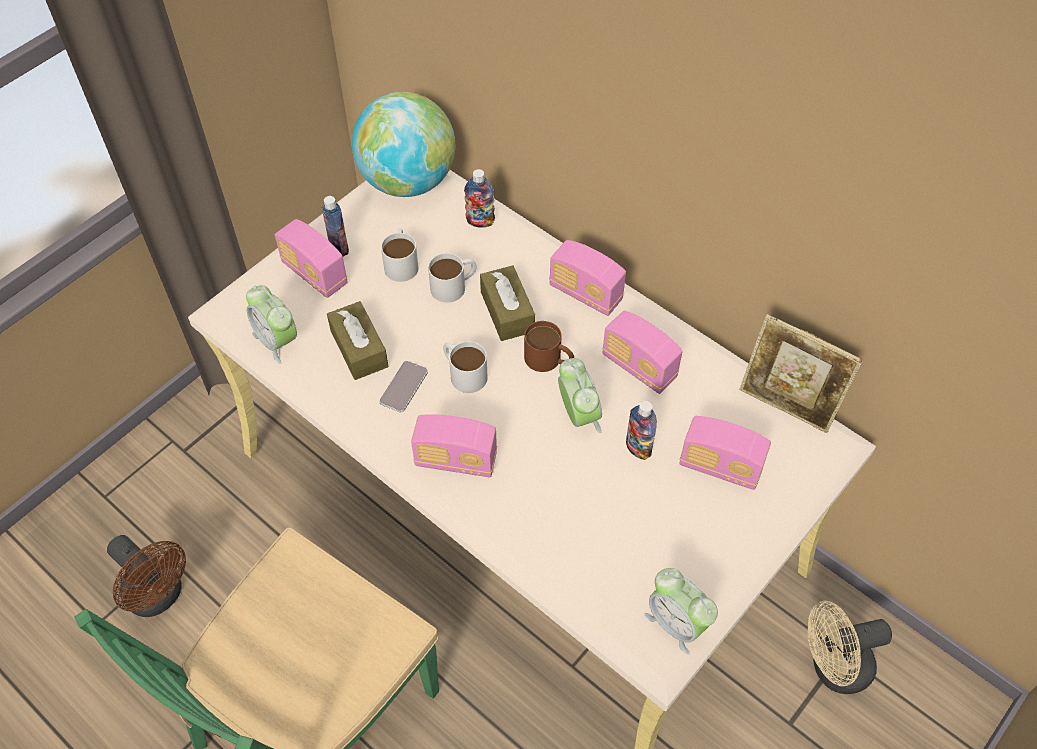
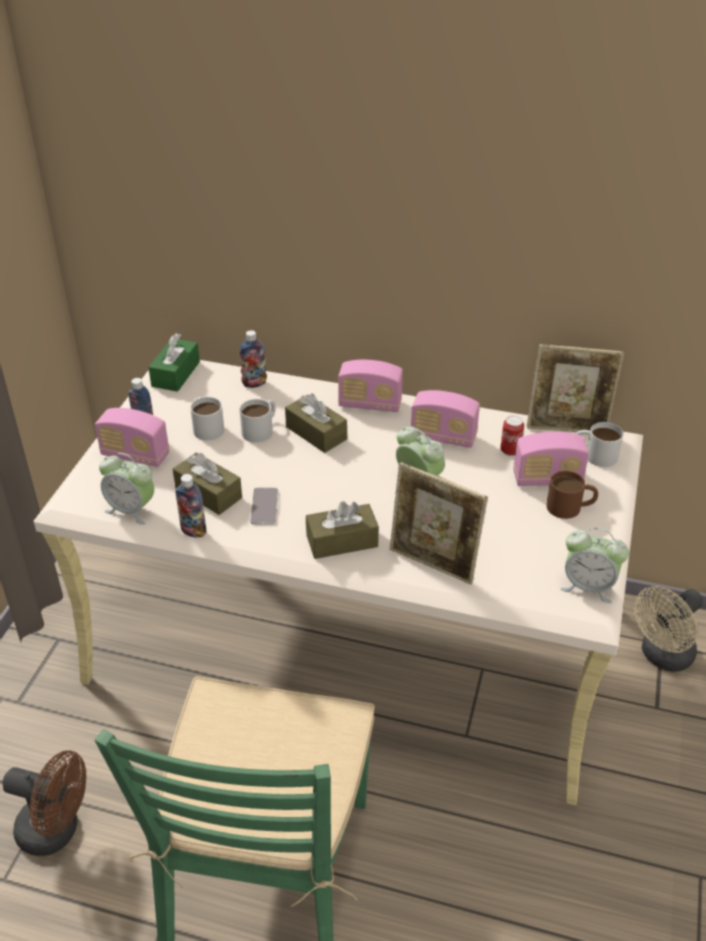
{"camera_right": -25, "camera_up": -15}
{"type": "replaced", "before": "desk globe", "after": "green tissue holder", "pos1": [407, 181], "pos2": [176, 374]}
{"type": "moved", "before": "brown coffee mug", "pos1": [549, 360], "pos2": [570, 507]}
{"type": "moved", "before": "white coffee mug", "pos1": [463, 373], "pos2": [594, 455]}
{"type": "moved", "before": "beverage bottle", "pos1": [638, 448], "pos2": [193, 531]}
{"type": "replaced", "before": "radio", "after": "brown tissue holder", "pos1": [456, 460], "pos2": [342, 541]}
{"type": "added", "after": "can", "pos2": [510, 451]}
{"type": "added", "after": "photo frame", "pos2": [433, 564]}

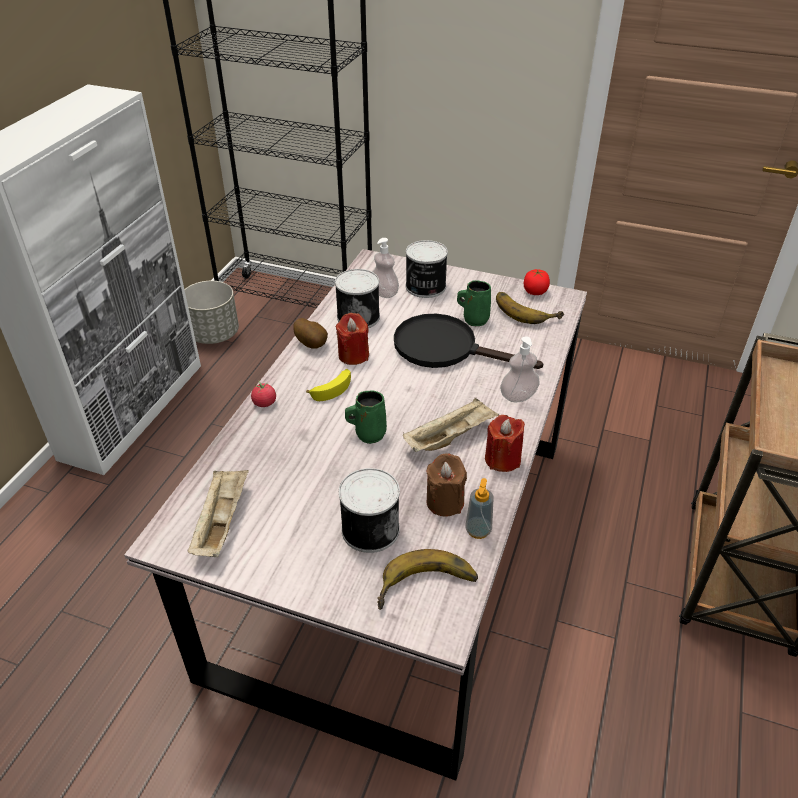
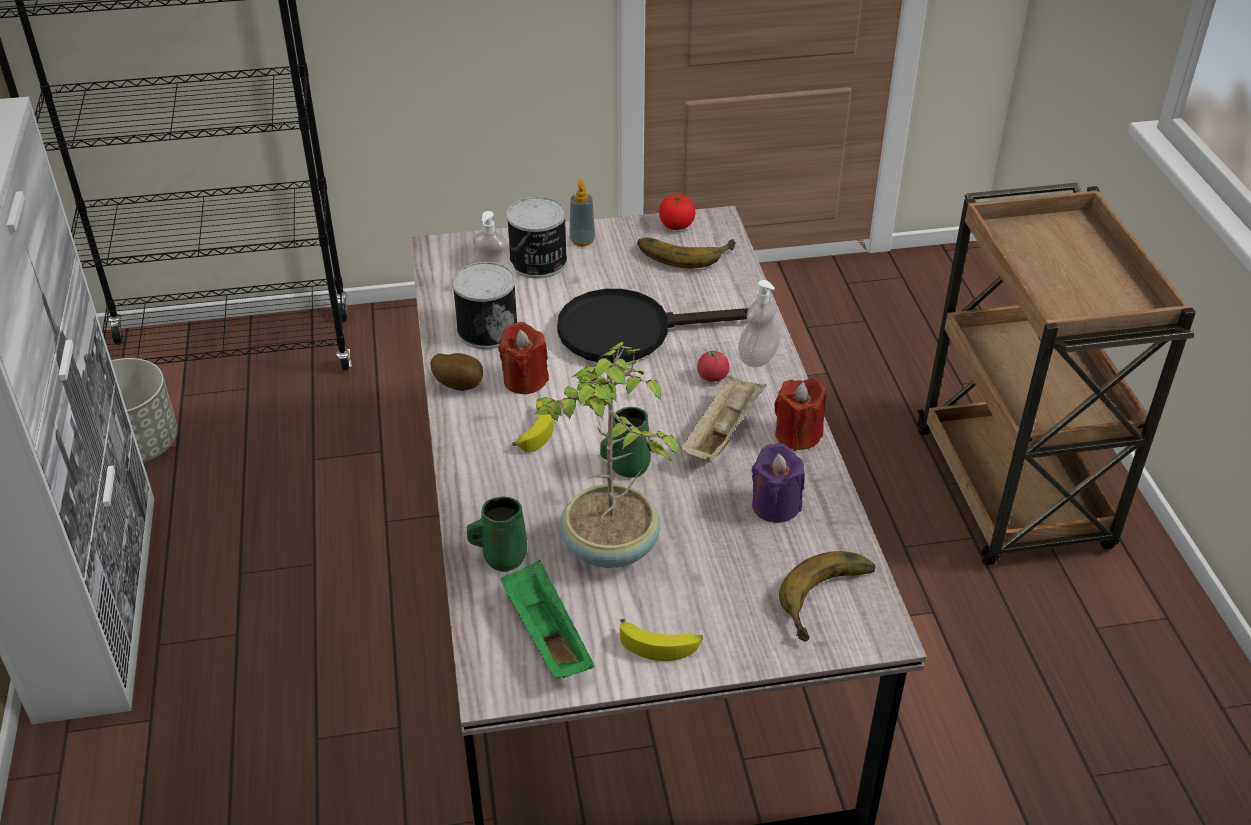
{"camera_right": -30, "camera_up": 0}
{"type": "moved", "before": "green coffee mug", "pos1": [474, 319], "pos2": [502, 557]}
{"type": "moved", "before": "whole tomato", "pos1": [264, 403], "pos2": [712, 377]}
{"type": "recoloured", "before": "brown wax light", "after": "purple wax light", "pos1": [445, 502], "pos2": [775, 505]}
{"type": "removed", "before": "can", "pos1": [369, 528]}
{"type": "recoloured", "before": "sand-coloured carrying tray", "after": "green carrying tray", "pos1": [221, 522], "pos2": [545, 635]}
{"type": "moved", "before": "soap bottle", "pos1": [478, 530], "pos2": [582, 240]}
{"type": "added", "after": "plant in a pot", "pos2": [609, 549]}
{"type": "added", "after": "banana", "pos2": [660, 644]}

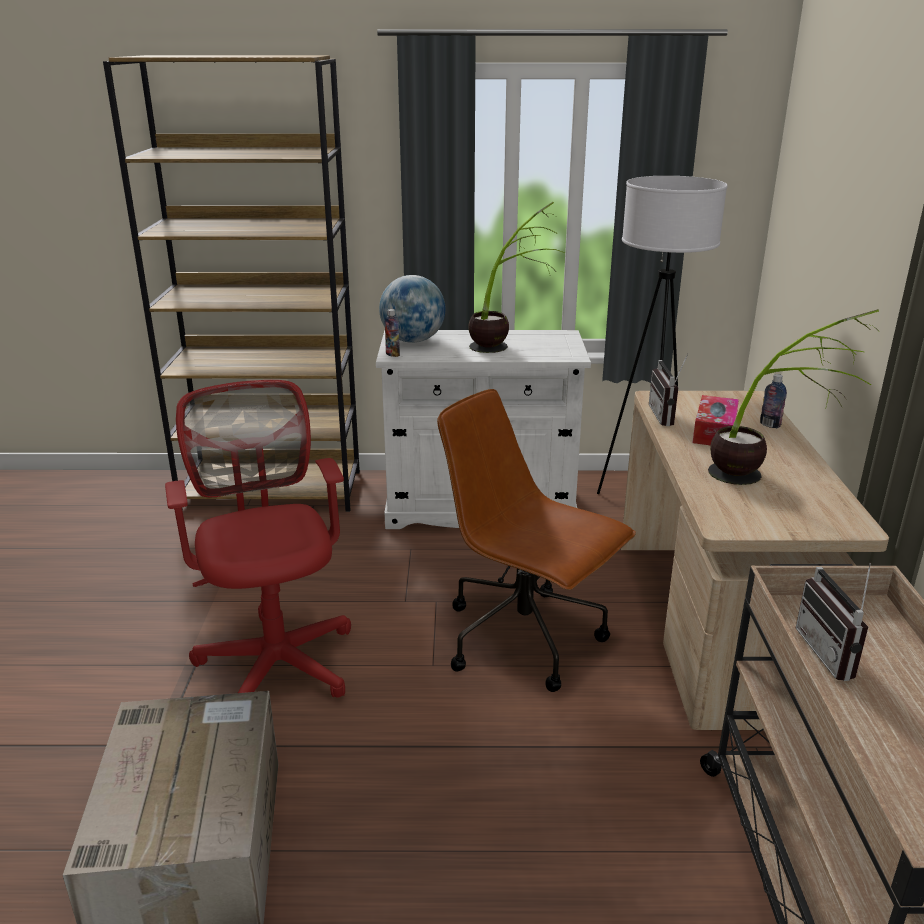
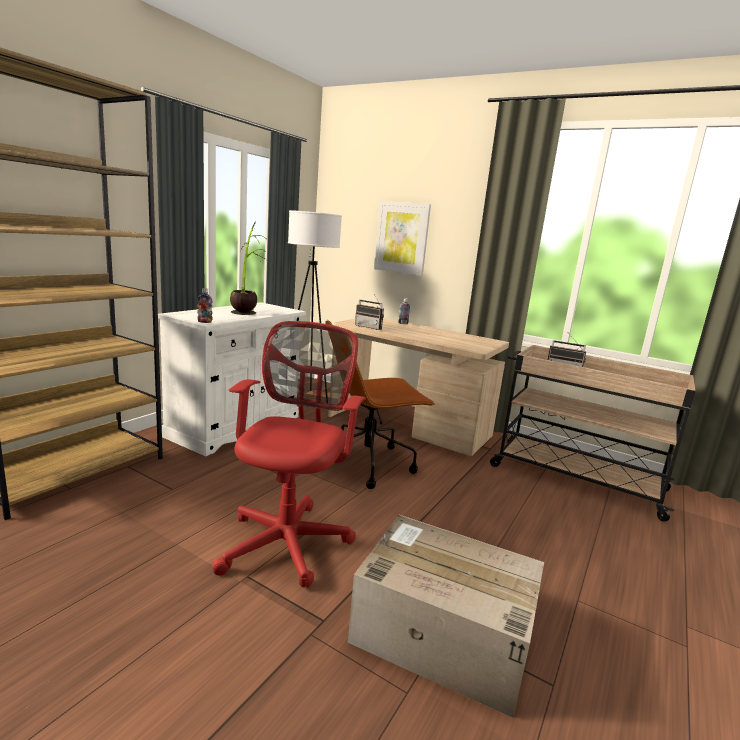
{"camera_right": -60, "camera_up": -10}
{"type": "removed", "before": "desk globe", "pos1": [413, 341]}
{"type": "removed", "before": "plant in a pot", "pos1": [767, 478]}
{"type": "turned", "before": "reddish desk chair", "pos1": [276, 660], "pos2": [288, 540], "turn": 90}
{"type": "removed", "before": "tissue holder", "pos1": [714, 431]}
{"type": "added", "after": "wall art", "pos2": [402, 238]}

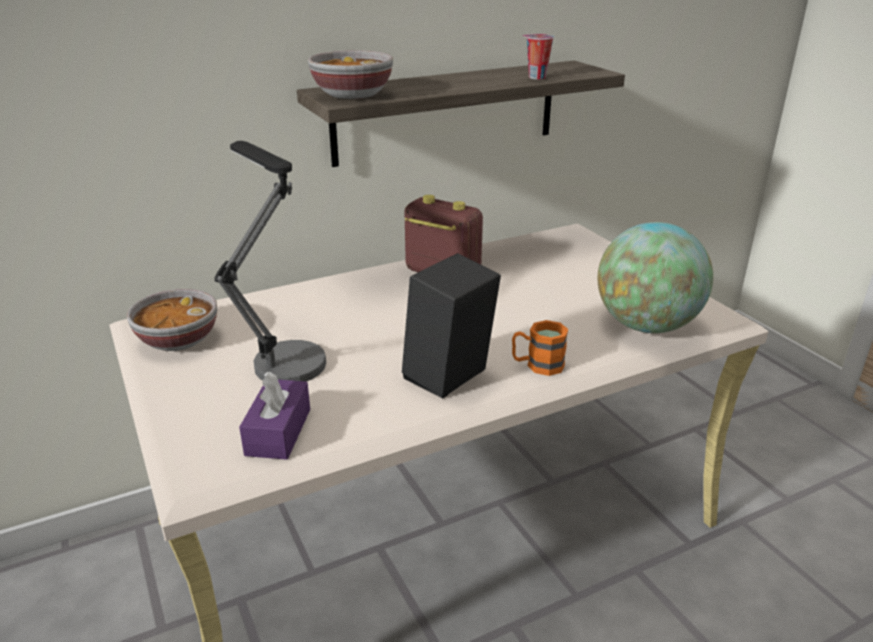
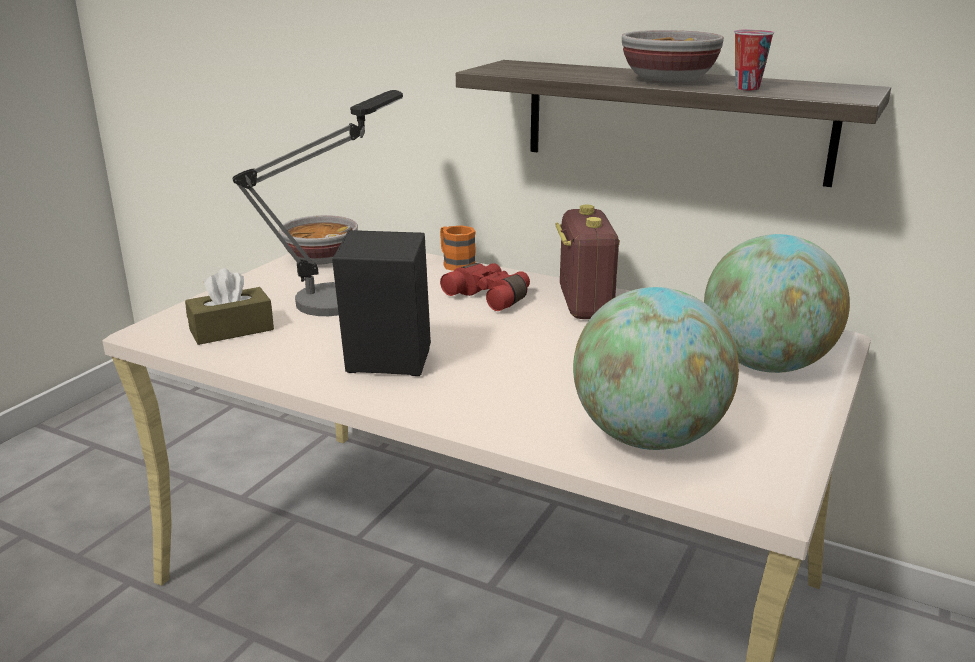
{"camera_right": 55, "camera_up": -5}
{"type": "moved", "before": "deep dish", "pos1": [352, 95], "pos2": [667, 80]}
{"type": "moved", "before": "orange coffee mug", "pos1": [537, 365], "pos2": [455, 263]}
{"type": "recoloured", "before": "purple tissue holder", "after": "brown tissue holder", "pos1": [278, 432], "pos2": [231, 330]}
{"type": "added", "after": "desk globe", "pos2": [766, 365]}
{"type": "added", "after": "reddish binoculars", "pos2": [491, 297]}

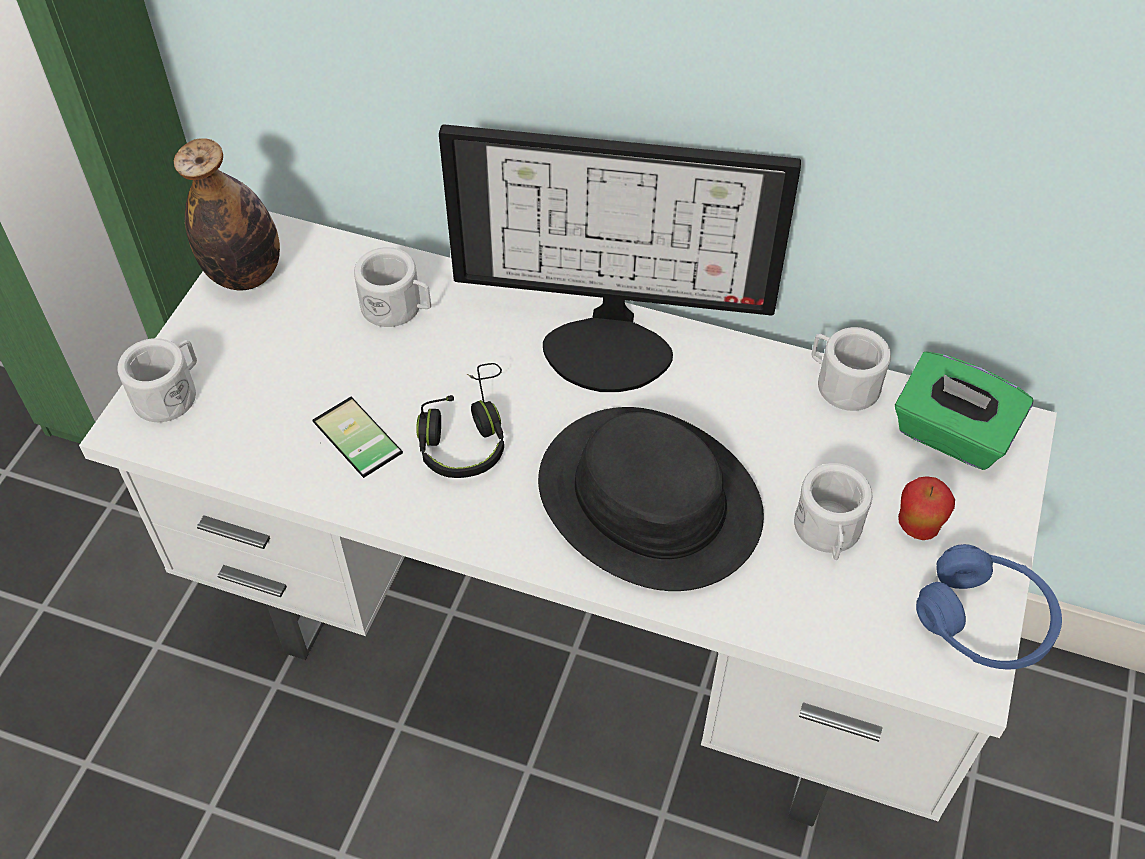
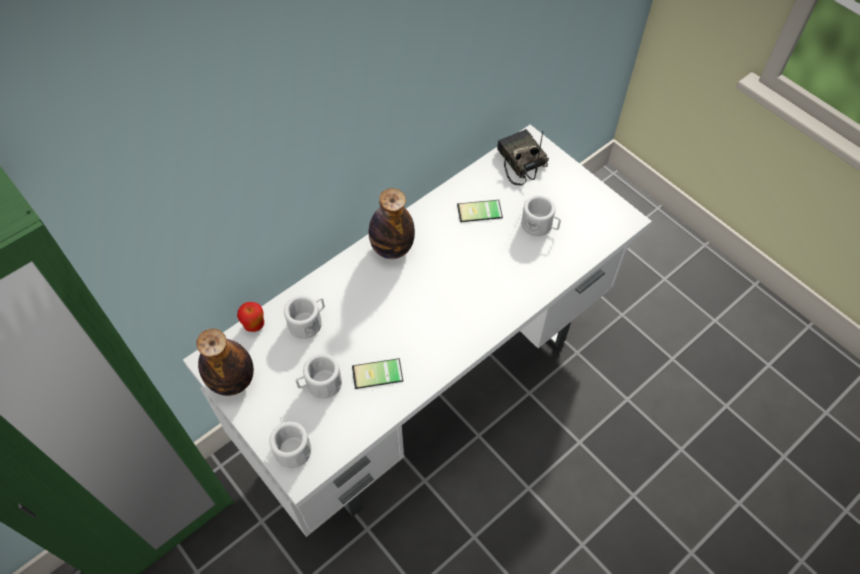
{"camera_right": -60, "camera_up": 5}
{"type": "replaced", "before": "computer screen", "after": "beverage bottle", "pos1": [611, 343], "pos2": [392, 248]}
{"type": "moved", "before": "white coffee mug", "pos1": [842, 383], "pos2": [320, 384]}
{"type": "replaced", "before": "green tissue holder", "after": "radio", "pos1": [951, 435], "pos2": [519, 161]}
{"type": "removed", "before": "black headset", "pos1": [465, 435]}
{"type": "removed", "before": "black clothing hat", "pos1": [648, 500]}
{"type": "moved", "before": "whole apple", "pos1": [917, 526], "pos2": [254, 325]}
{"type": "removed", "before": "blue-coloured headset", "pos1": [984, 621]}
{"type": "added", "after": "phone", "pos2": [480, 213]}

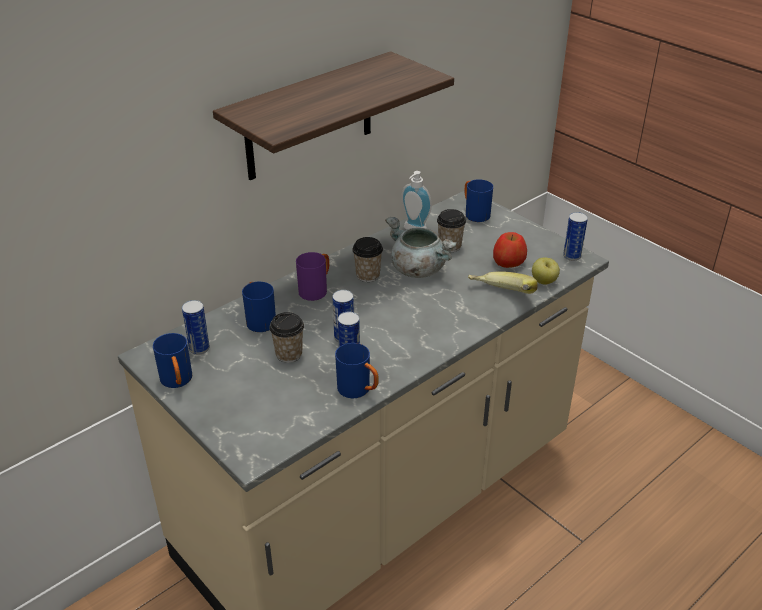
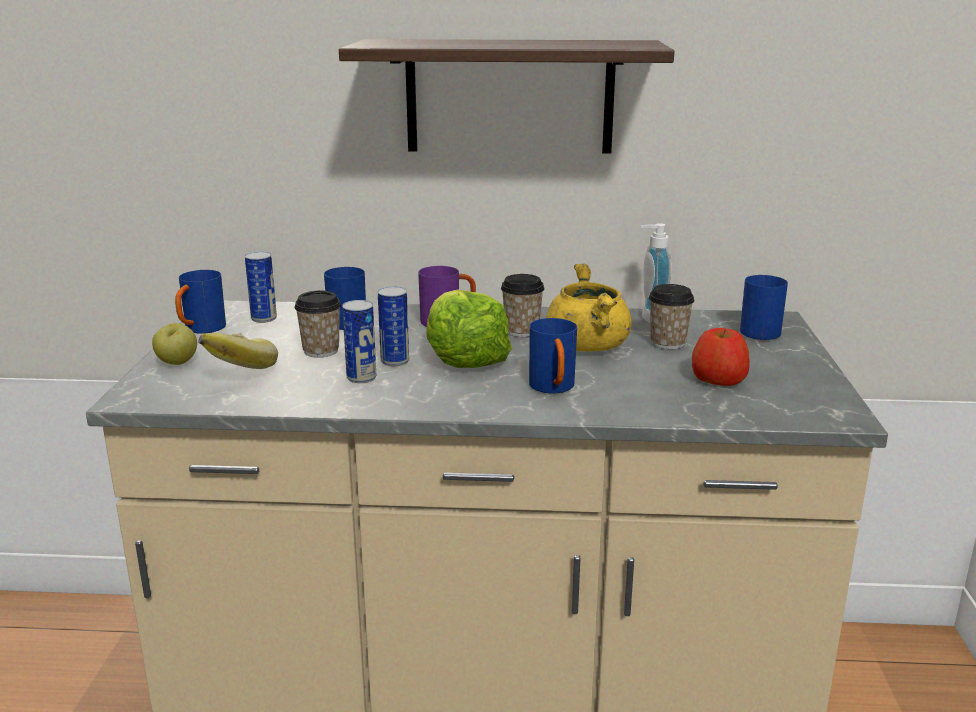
{"camera_right": 45, "camera_up": -15}
{"type": "removed", "before": "can", "pos1": [572, 256]}
{"type": "recoloured", "before": "greyish saucepot", "after": "yellowish saucepot", "pos1": [417, 269], "pos2": [587, 346]}
{"type": "moved", "before": "whole apple", "pos1": [544, 282], "pos2": [177, 363]}
{"type": "moved", "before": "banana", "pos1": [500, 298], "pos2": [235, 371]}
{"type": "moved", "before": "blue-coloured coffee mug", "pos1": [359, 391], "pos2": [553, 389]}
{"type": "added", "after": "lettuce head", "pos2": [464, 358]}

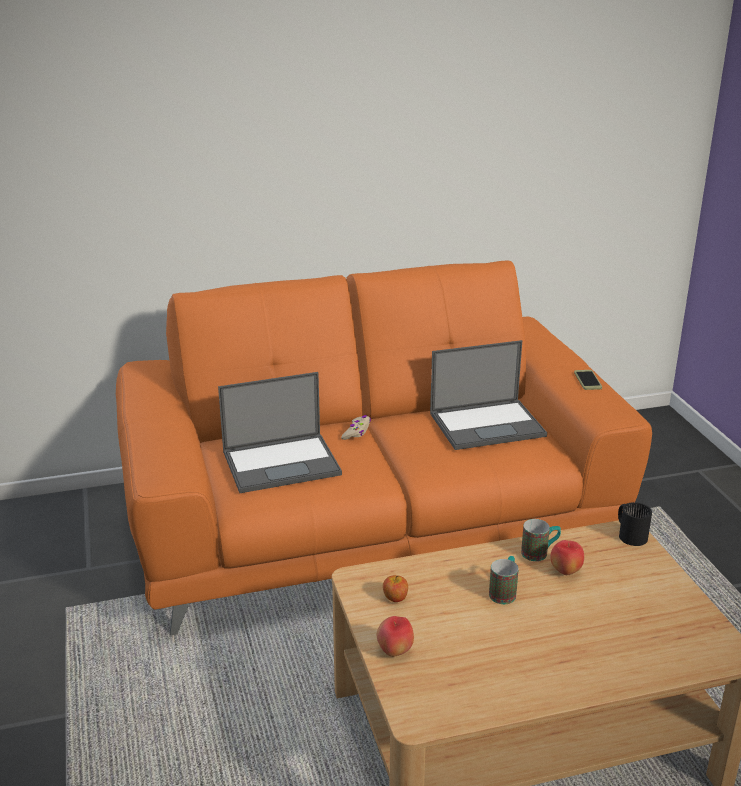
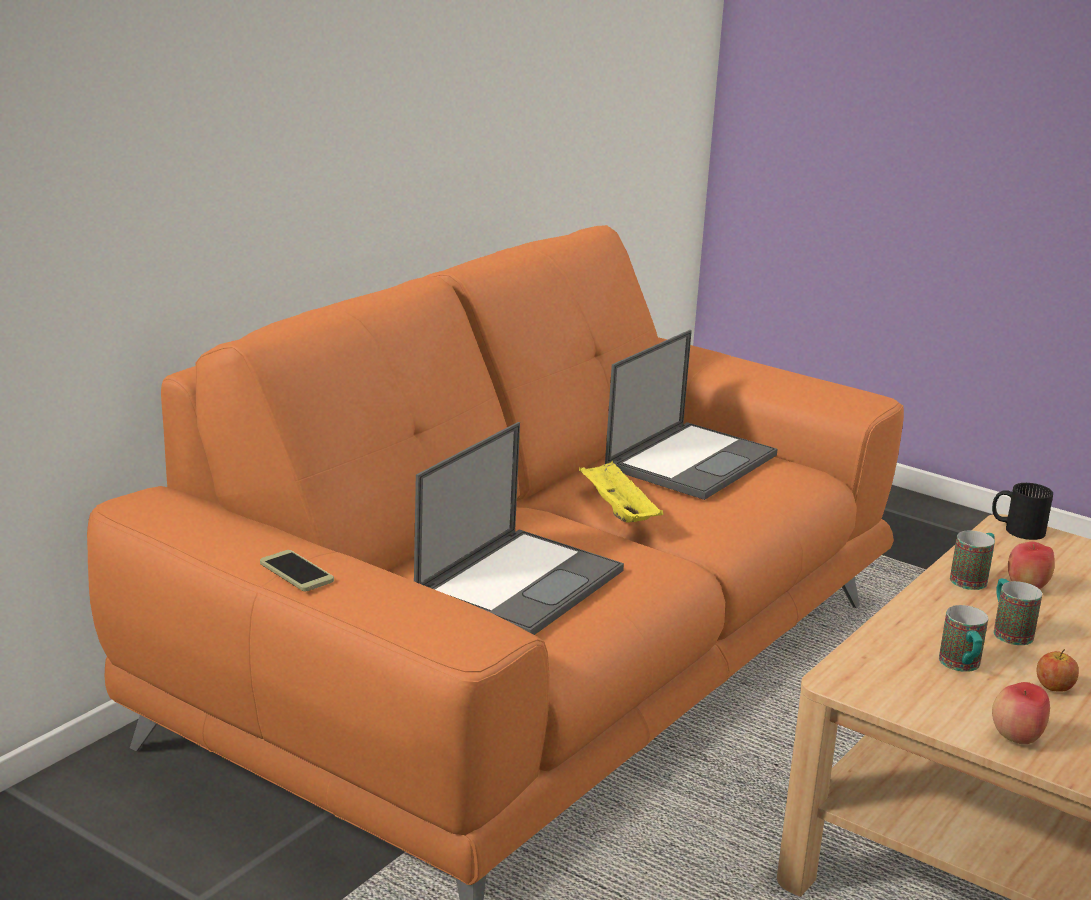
{"camera_right": -40, "camera_up": -5}
{"type": "moved", "before": "phone", "pos1": [587, 380], "pos2": [296, 572]}
{"type": "removed", "before": "sand-coloured gamepad", "pos1": [357, 432]}
{"type": "moved", "before": "whole apple", "pos1": [395, 598], "pos2": [1054, 687]}
{"type": "added", "after": "yellowish carrying tray", "pos2": [617, 510]}
{"type": "added", "after": "coffee mug", "pos2": [962, 666]}

